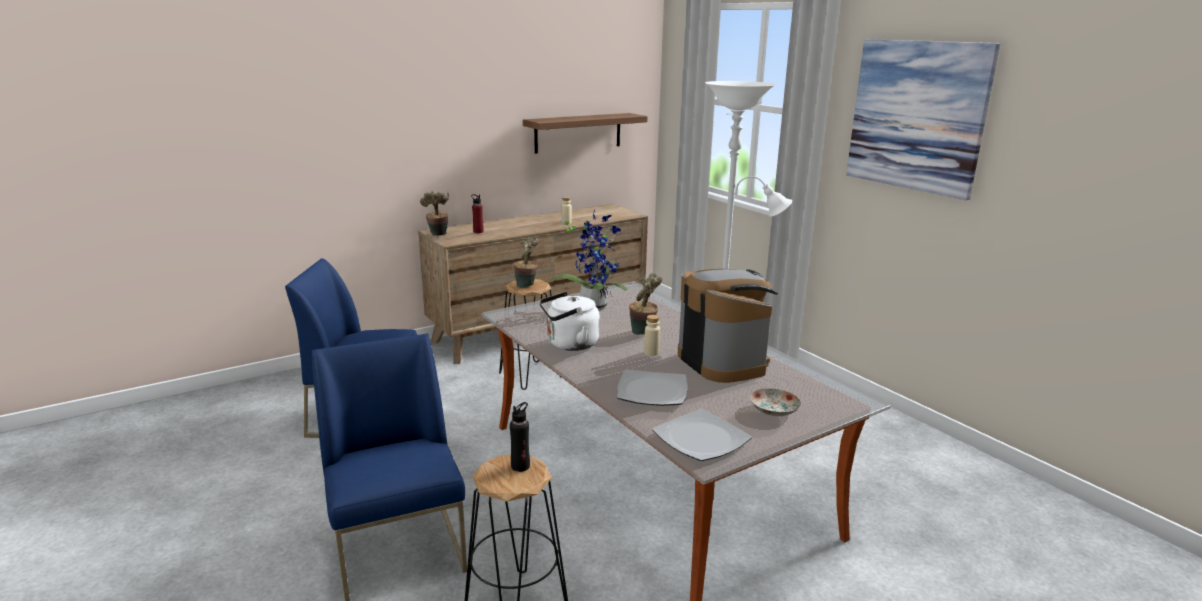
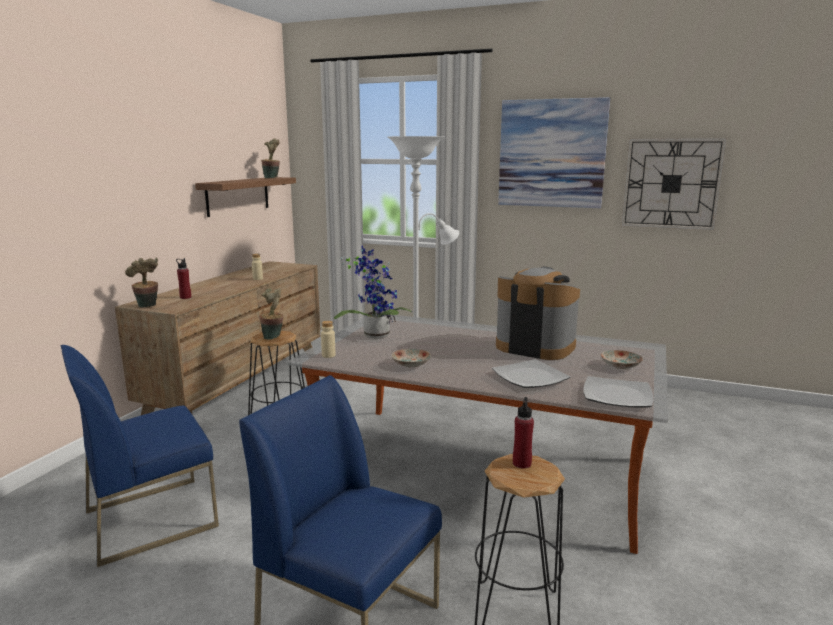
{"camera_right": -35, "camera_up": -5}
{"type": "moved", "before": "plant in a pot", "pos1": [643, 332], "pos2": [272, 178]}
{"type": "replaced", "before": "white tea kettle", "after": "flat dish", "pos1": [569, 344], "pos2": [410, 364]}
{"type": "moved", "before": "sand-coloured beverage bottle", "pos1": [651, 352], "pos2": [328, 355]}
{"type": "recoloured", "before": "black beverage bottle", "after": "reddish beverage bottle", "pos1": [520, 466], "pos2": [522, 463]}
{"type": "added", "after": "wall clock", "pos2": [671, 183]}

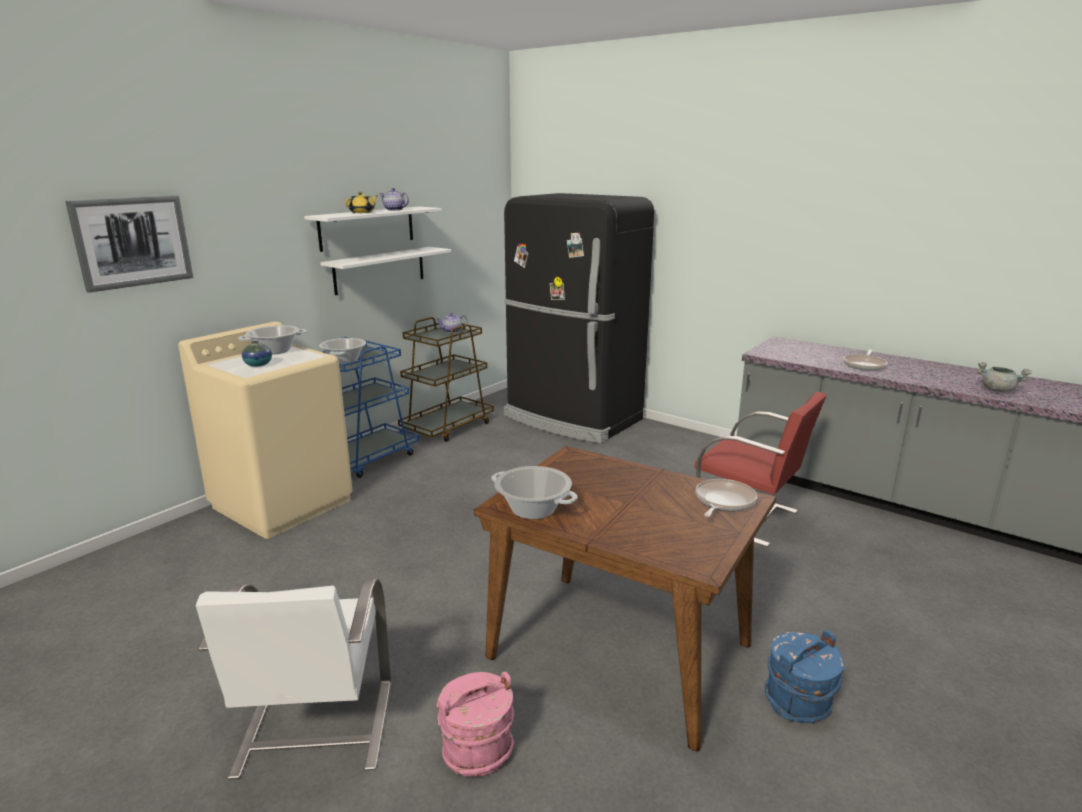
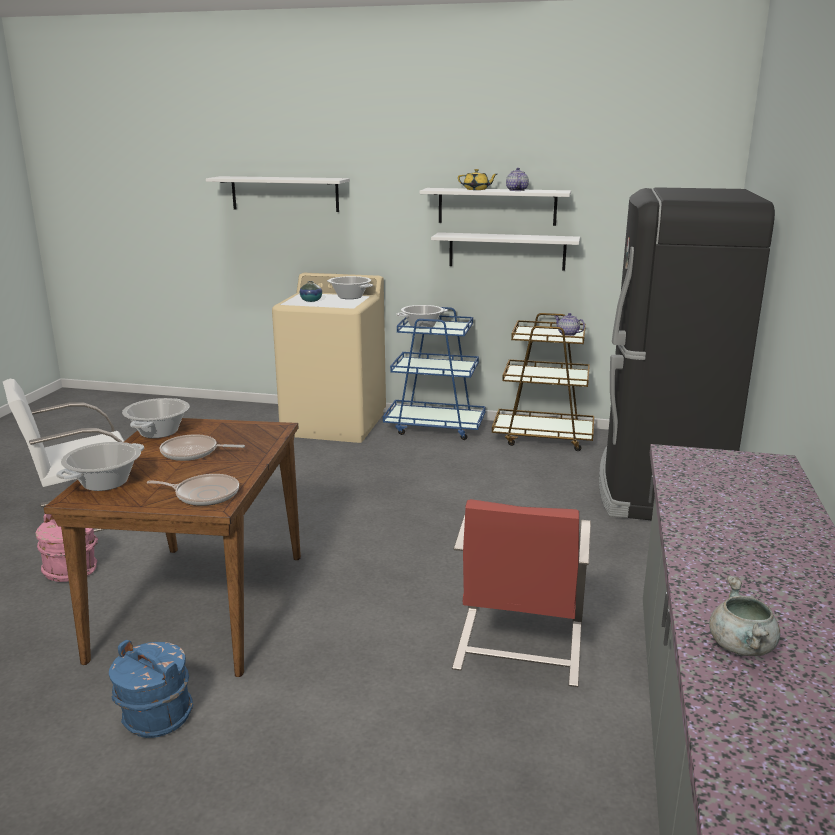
{"camera_right": 65, "camera_up": 0}
{"type": "replaced", "before": "wall art", "after": "white shelf", "pos1": [133, 242], "pos2": [284, 194]}
{"type": "moved", "before": "skillet", "pos1": [865, 365], "pos2": [193, 452]}
{"type": "added", "after": "saucepot", "pos2": [105, 482]}

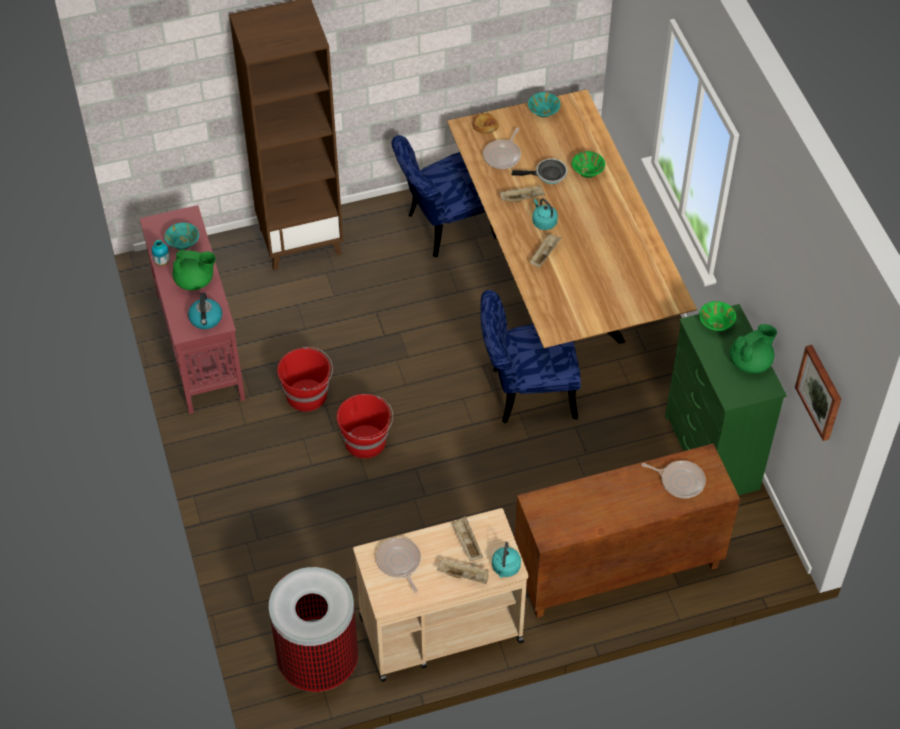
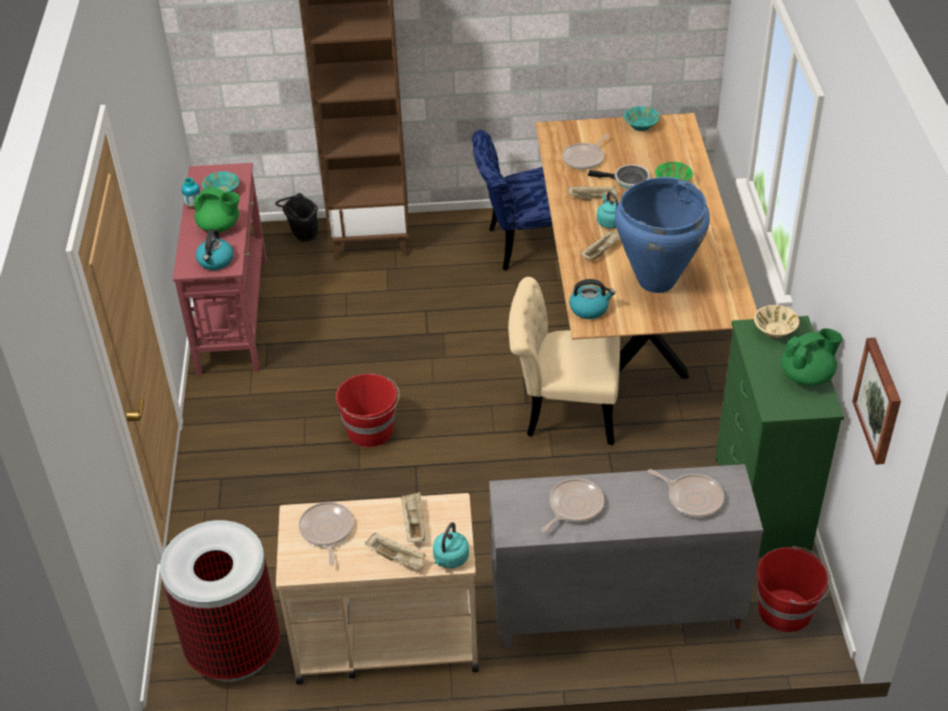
{"camera_right": 15, "camera_up": -10}
{"type": "removed", "before": "bakery bread", "pos1": [485, 125]}
{"type": "recoloured", "before": "blue-coloured plain chair", "after": "sand-coloured plain chair", "pos1": [525, 392], "pos2": [562, 410]}
{"type": "recoloured", "before": "green deep dish", "after": "sand-coloured deep dish", "pos1": [715, 323], "pos2": [774, 331]}
{"type": "moved", "before": "reddish pail", "pos1": [307, 394], "pos2": [786, 610]}
{"type": "recoloured", "before": "brown storage cabinet", "after": "greyish storage cabinet", "pos1": [617, 569], "pos2": [614, 611]}
{"type": "added", "after": "blue-coloured decorative vase", "pos2": [656, 281]}
{"type": "added", "after": "black pail", "pos2": [302, 237]}
{"type": "added", "after": "tea kettle", "pos2": [589, 308]}
{"type": "added", "after": "skillet", "pos2": [574, 506]}

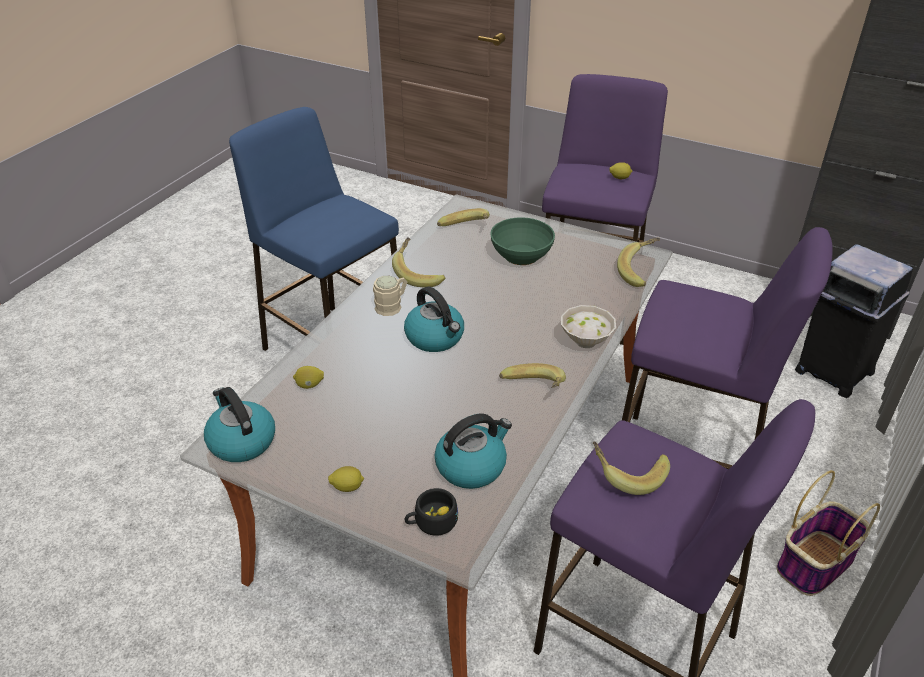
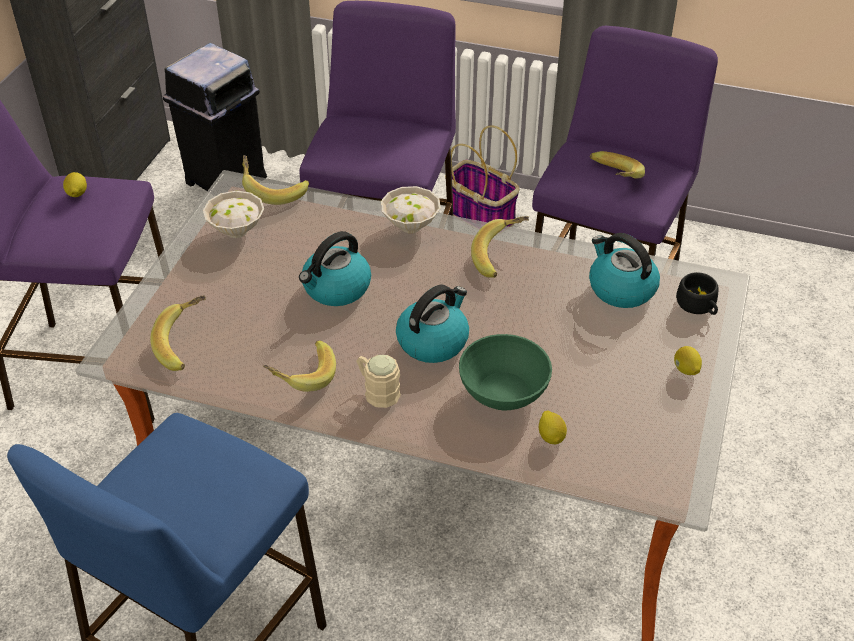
{"camera_right": -100, "camera_up": 5}
{"type": "moved", "before": "green deep dish", "pos1": [522, 255], "pos2": [503, 390]}
{"type": "moved", "before": "tea kettle", "pos1": [241, 441], "pos2": [336, 288]}
{"type": "added", "after": "white deep dish", "pos2": [238, 231]}

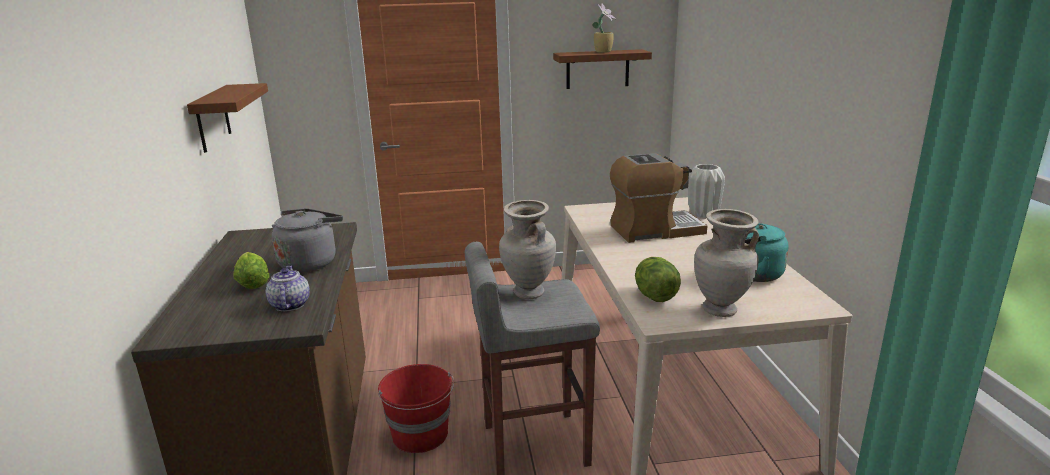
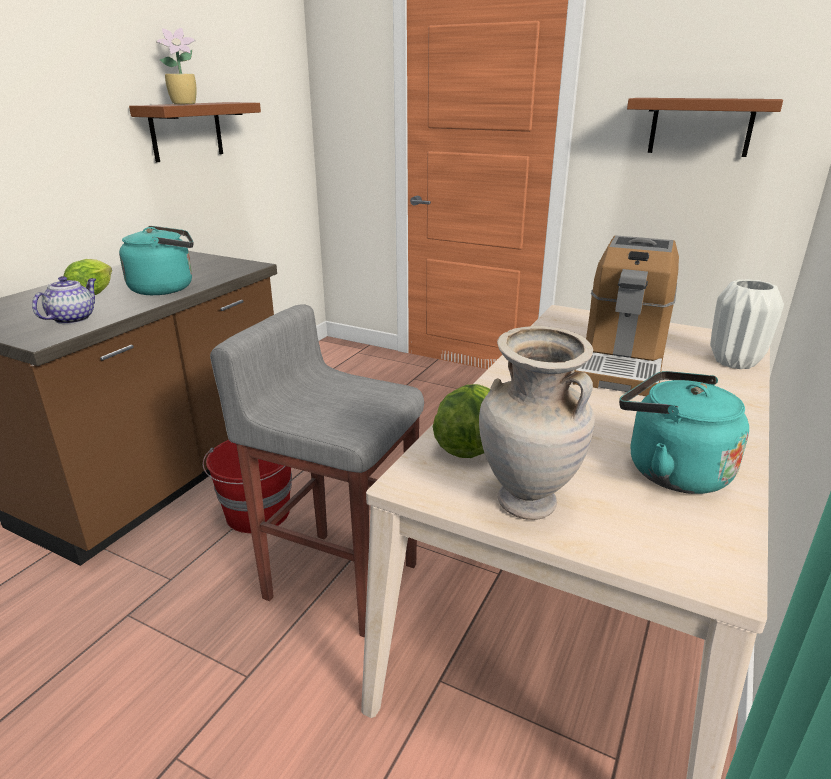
{"camera_right": 35, "camera_up": 5}
{"type": "moved", "before": "plant in a pot", "pos1": [604, 51], "pos2": [185, 104]}
{"type": "turned", "before": "coffee machine", "pos1": [655, 230], "pos2": [621, 363], "turn": 90}
{"type": "removed", "before": "sand-coloured decorative vase", "pos1": [528, 293]}
{"type": "recoloured", "before": "greyish tea kettle", "after": "turquoise tea kettle", "pos1": [310, 262], "pos2": [166, 288]}

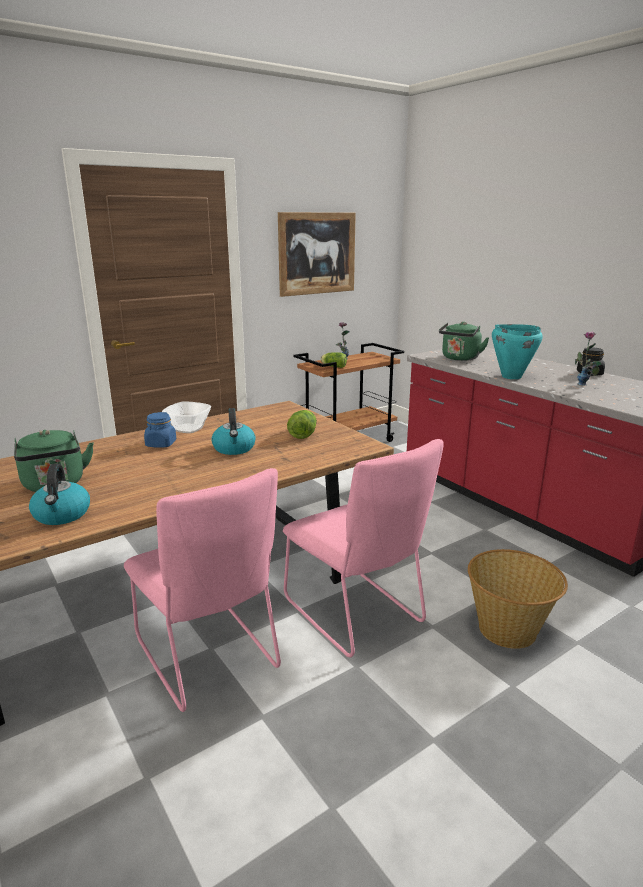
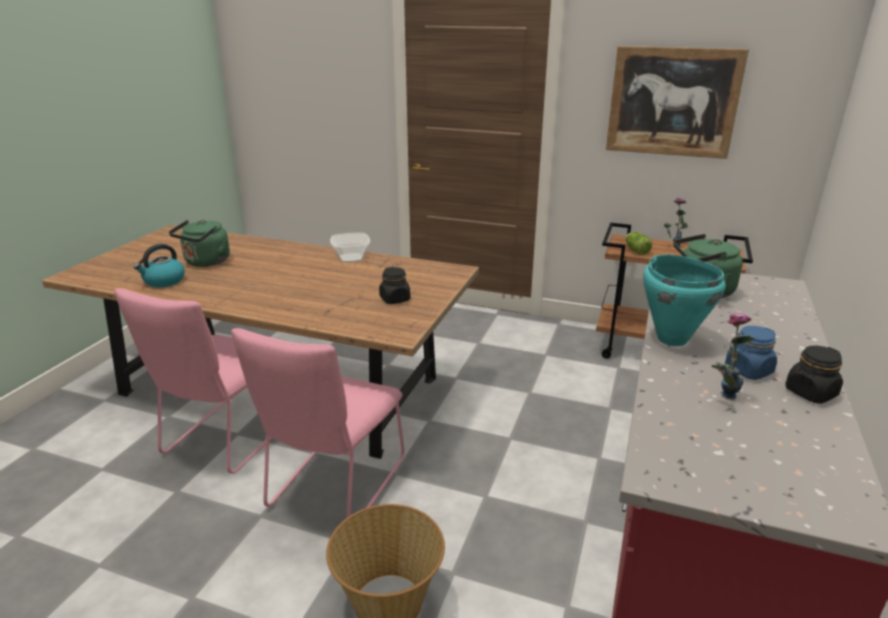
{"camera_right": 55, "camera_up": 5}
{"type": "removed", "before": "tea kettle", "pos1": [234, 449]}
{"type": "replaced", "before": "lettuce head", "after": "black preserve jar", "pos1": [302, 434], "pos2": [395, 299]}
{"type": "moved", "before": "blue-coloured preserve jar", "pos1": [161, 444], "pos2": [748, 370]}

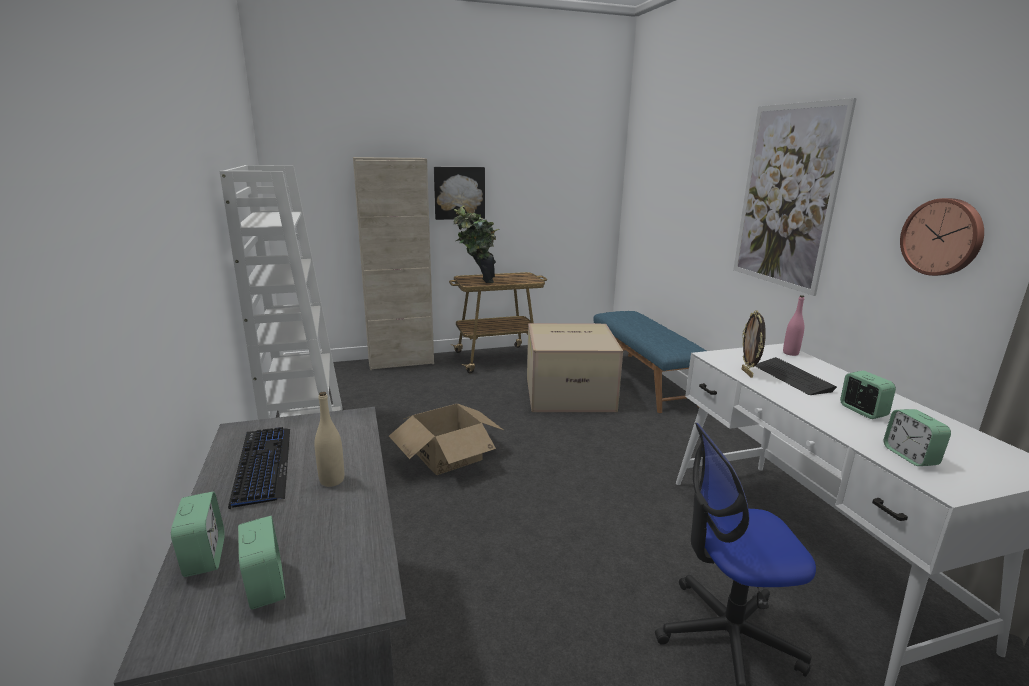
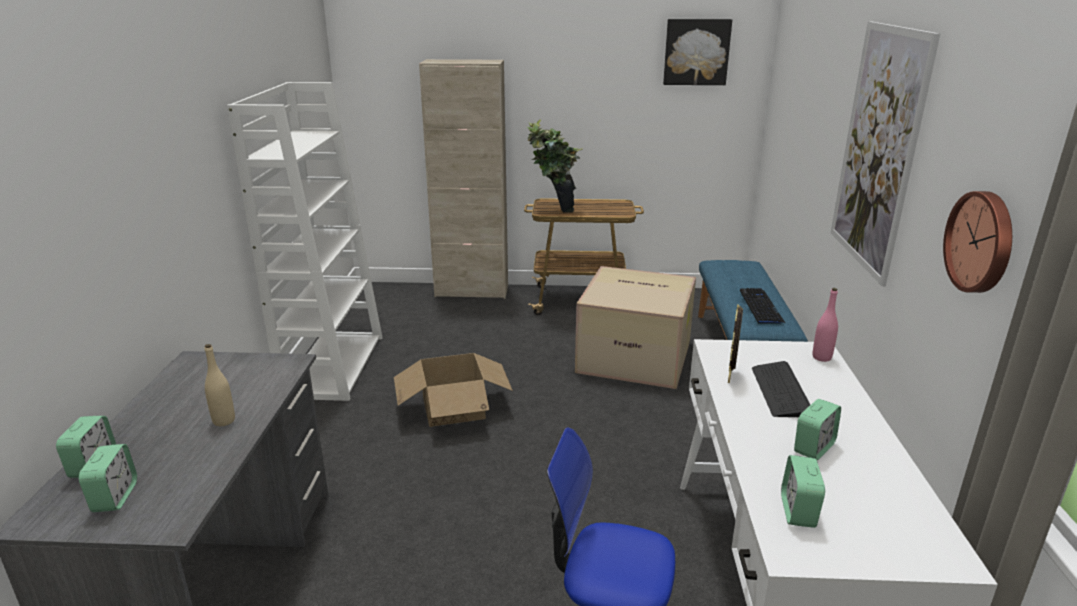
{"camera_right": 20, "camera_up": 5}
{"type": "moved", "before": "wall art", "pos1": [459, 193], "pos2": [696, 52]}
{"type": "turned", "before": "bedside clock", "pos1": [862, 411], "pos2": [814, 448], "turn": 45}
{"type": "moved", "before": "PC keyboard", "pos1": [263, 466], "pos2": [760, 307]}

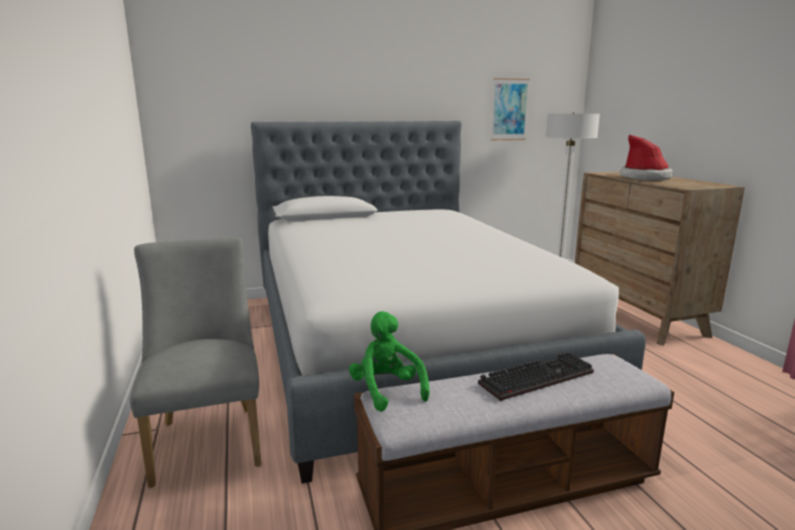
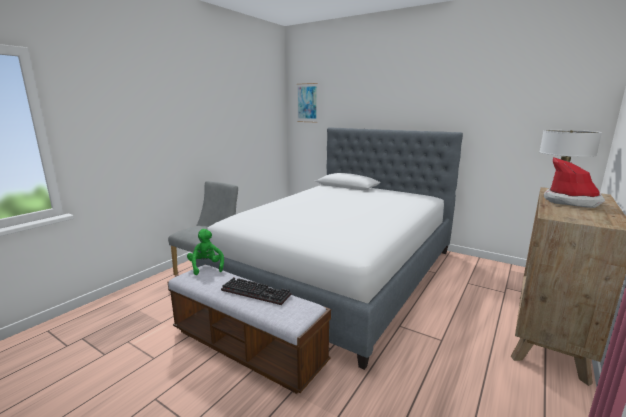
{"camera_right": 50, "camera_up": 0}
{"type": "moved", "before": "wall art", "pos1": [509, 109], "pos2": [307, 103]}
{"type": "turned", "before": "green plush toy", "pos1": [387, 390], "pos2": [206, 267], "turn": -45}

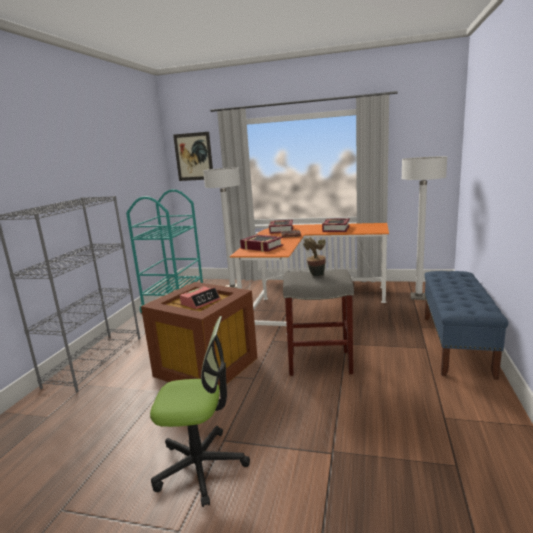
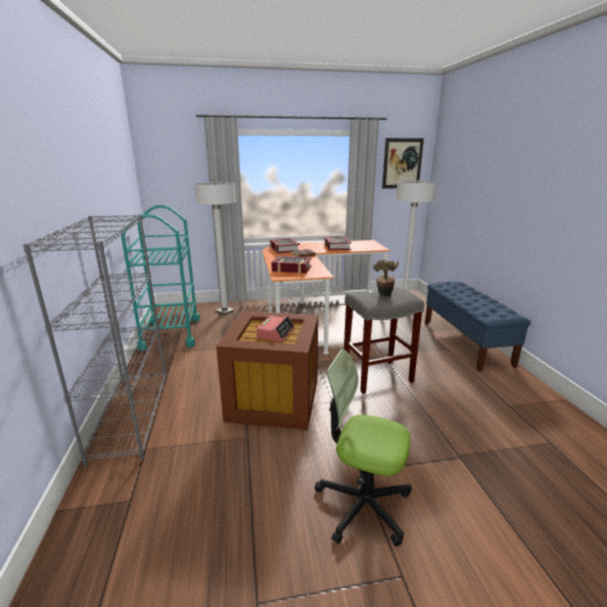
{"camera_right": -25, "camera_up": 5}
{"type": "moved", "before": "wall art", "pos1": [193, 156], "pos2": [402, 163]}
{"type": "turned", "before": "desk chair", "pos1": [201, 466], "pos2": [363, 504], "turn": -135}

